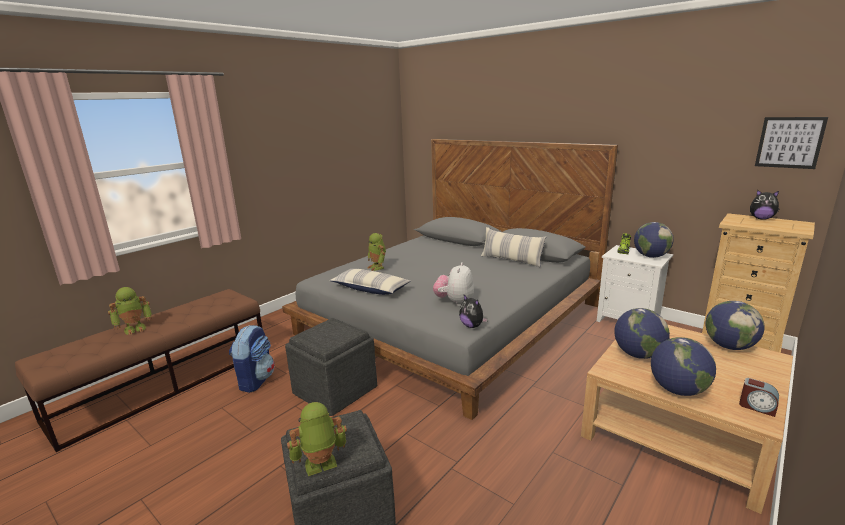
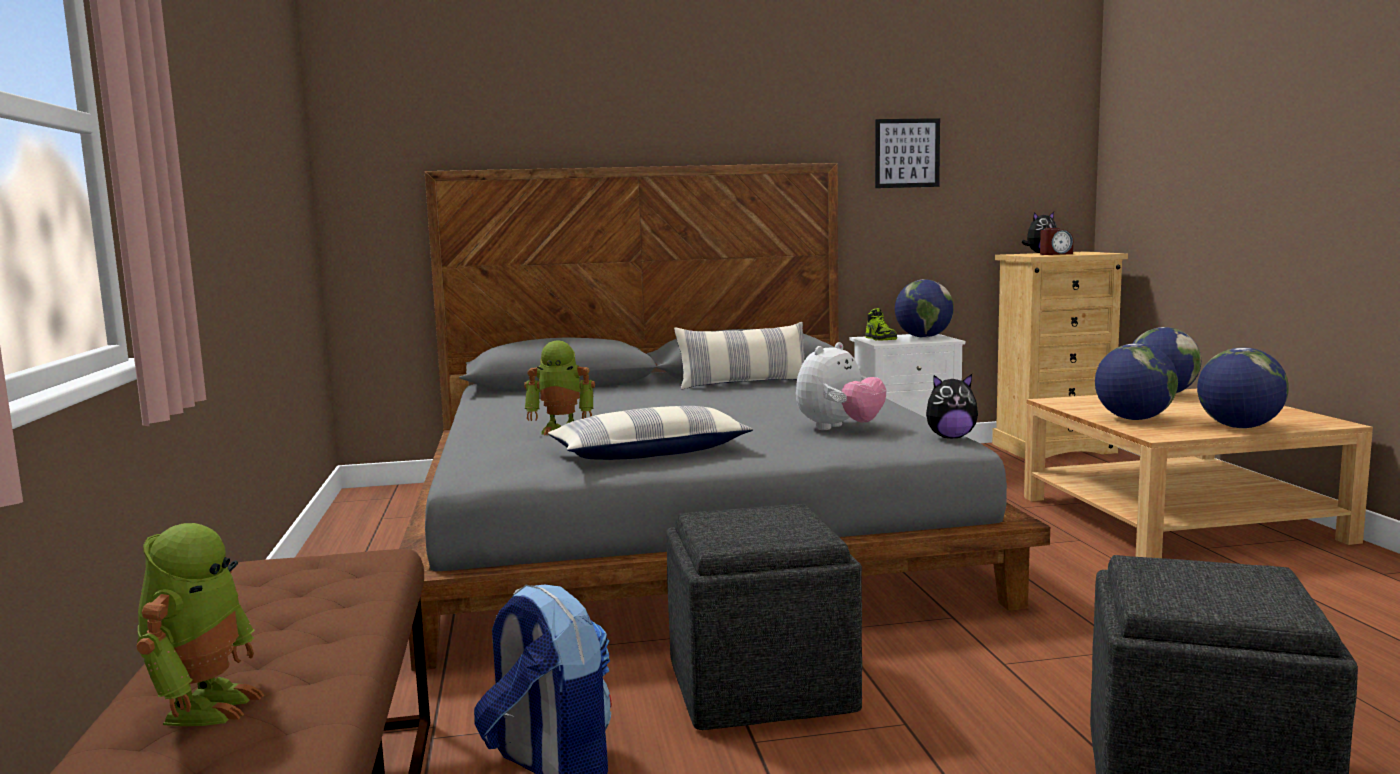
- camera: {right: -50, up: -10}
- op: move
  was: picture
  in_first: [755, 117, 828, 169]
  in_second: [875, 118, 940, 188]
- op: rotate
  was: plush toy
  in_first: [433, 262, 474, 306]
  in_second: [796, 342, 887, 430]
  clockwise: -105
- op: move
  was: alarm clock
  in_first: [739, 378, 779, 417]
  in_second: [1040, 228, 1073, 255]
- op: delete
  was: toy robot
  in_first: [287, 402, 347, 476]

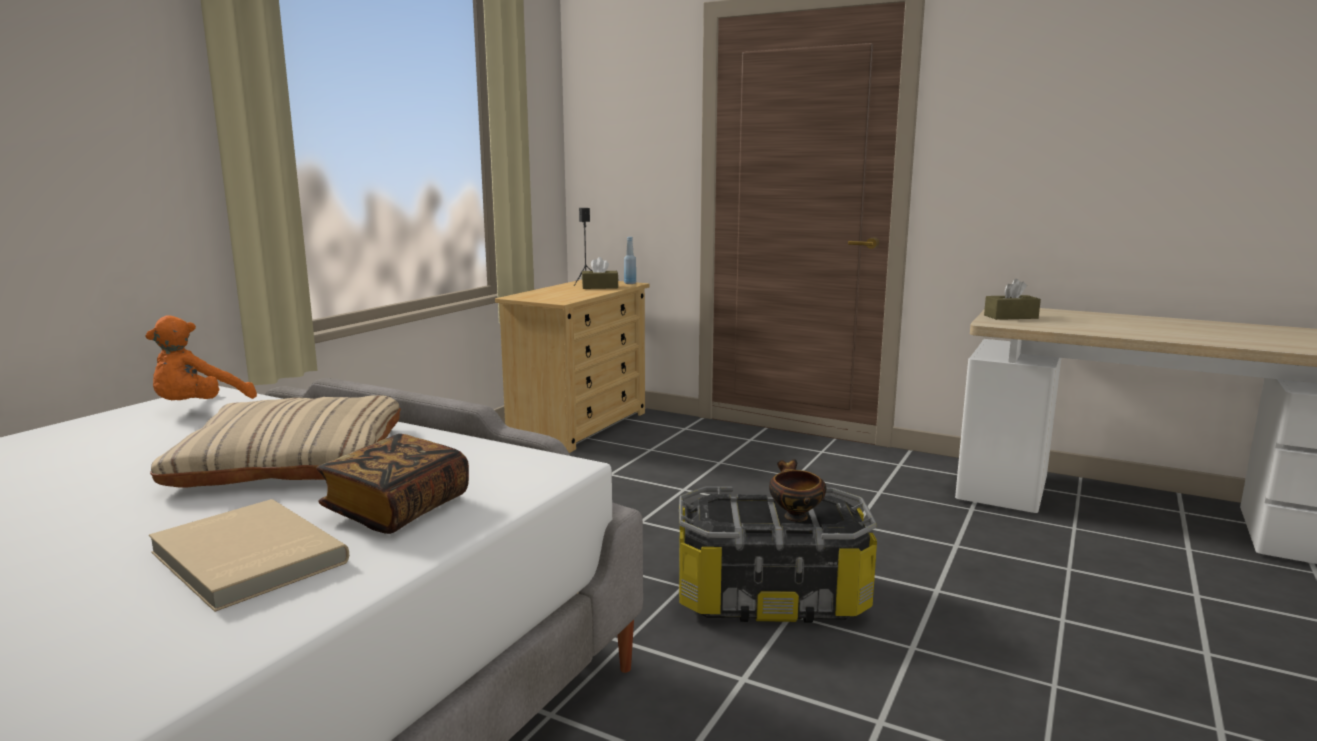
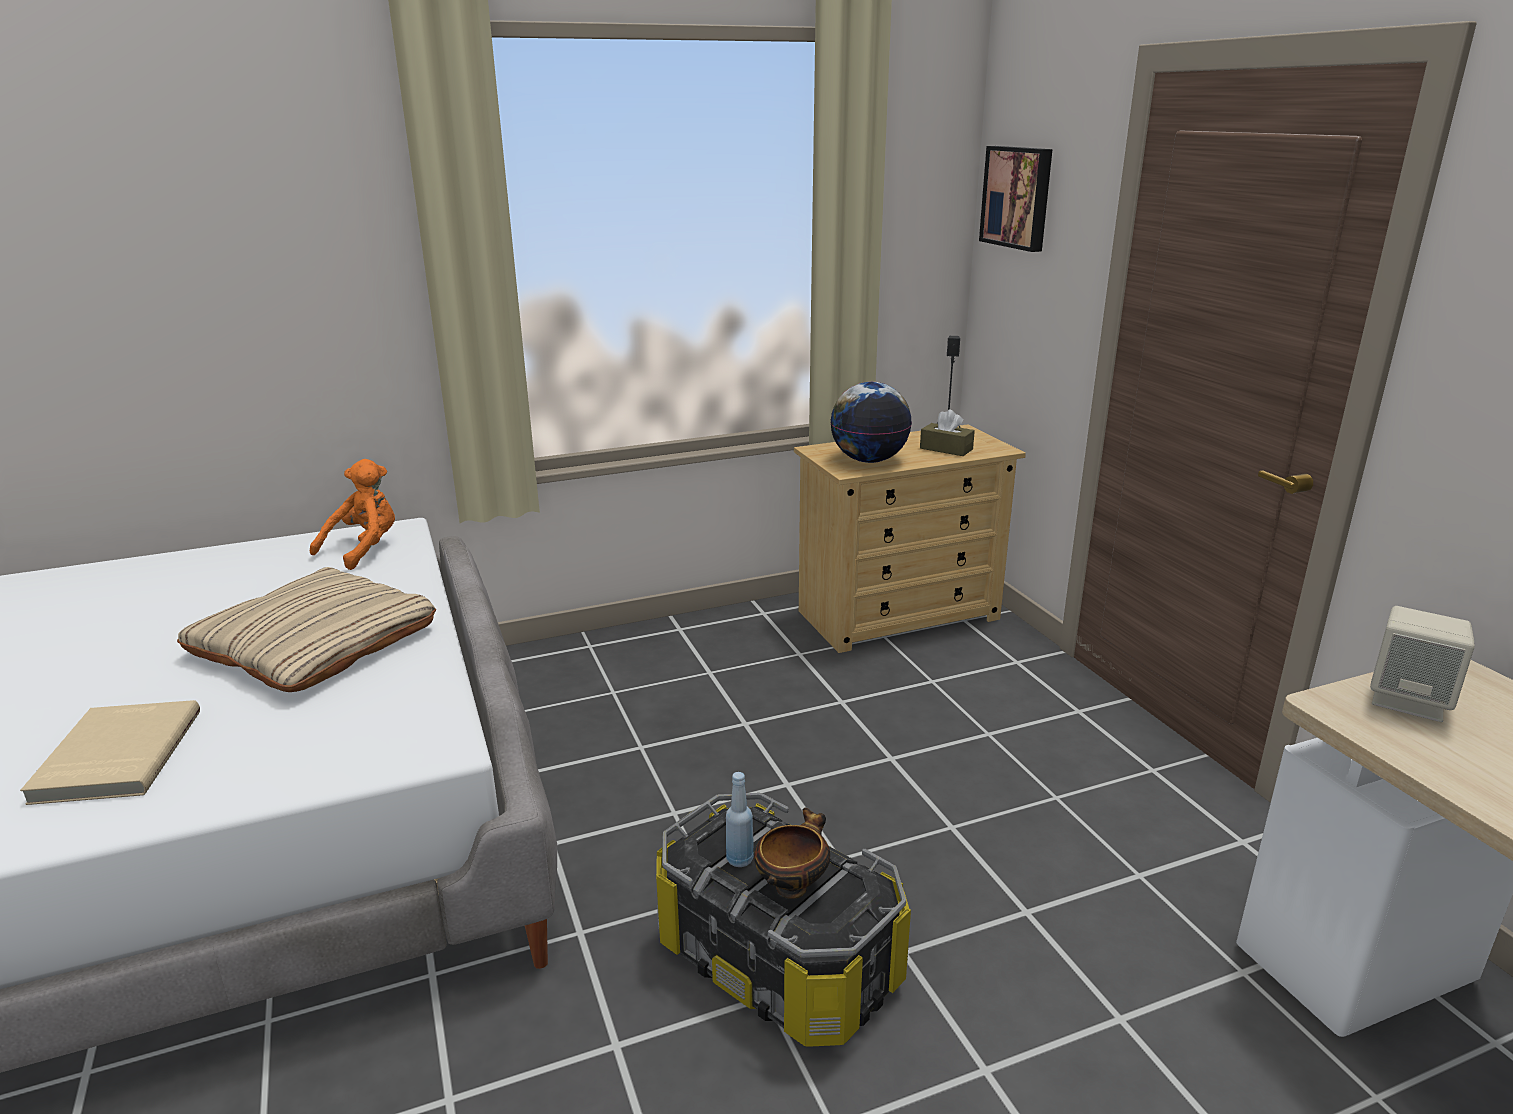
- camera: {right: 40, up: 10}
- op: move
  was: blue bottle
  in_first: [624, 237, 636, 284]
  in_second: [726, 772, 754, 867]
- op: replace
  was: brown tissue box
  now: beige speaker
  in_first: [984, 279, 1041, 320]
  in_second: [1370, 606, 1474, 722]
- op: rotate
  was: orange plush toy
  in_first: [145, 315, 257, 400]
  in_second: [310, 459, 395, 570]
  clockwise: 150
- op: delete
  was: book
  in_first: [316, 434, 469, 534]
- op: insert
  now: picture
  in_second: [979, 146, 1053, 252]
- op: insert
  now: globe
  in_second: [830, 382, 912, 463]

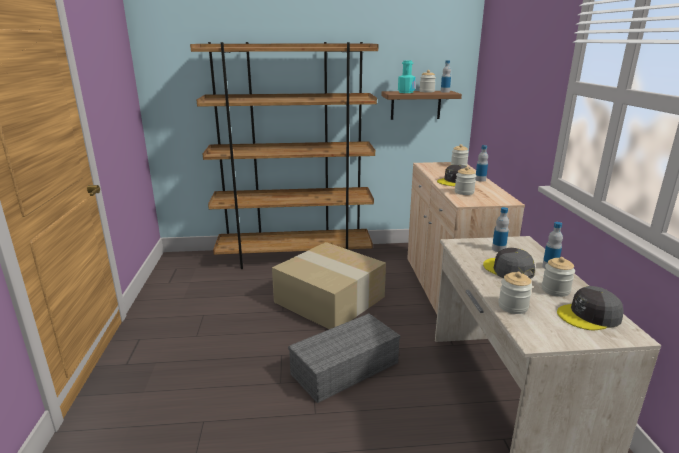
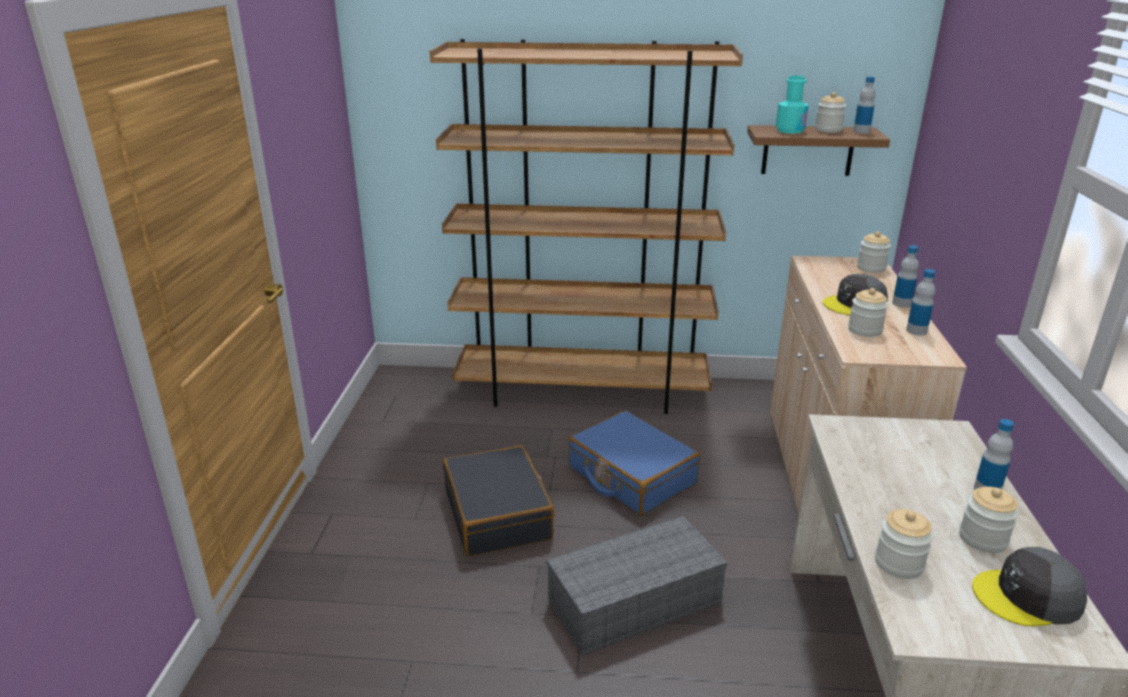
- camera: {right: 10, up: 5}
- op: move
  was: bottle
  in_first: [492, 207, 509, 252]
  in_second: [906, 269, 935, 335]
- op: replace
  was: cardboard box
  now: blue suitcase
  in_first: [272, 242, 386, 329]
  in_second: [568, 410, 700, 516]
- op: delete
  was: grey cap
  in_first: [483, 248, 535, 279]
- op: insert
  now: black suitcase
  in_second: [443, 445, 554, 556]

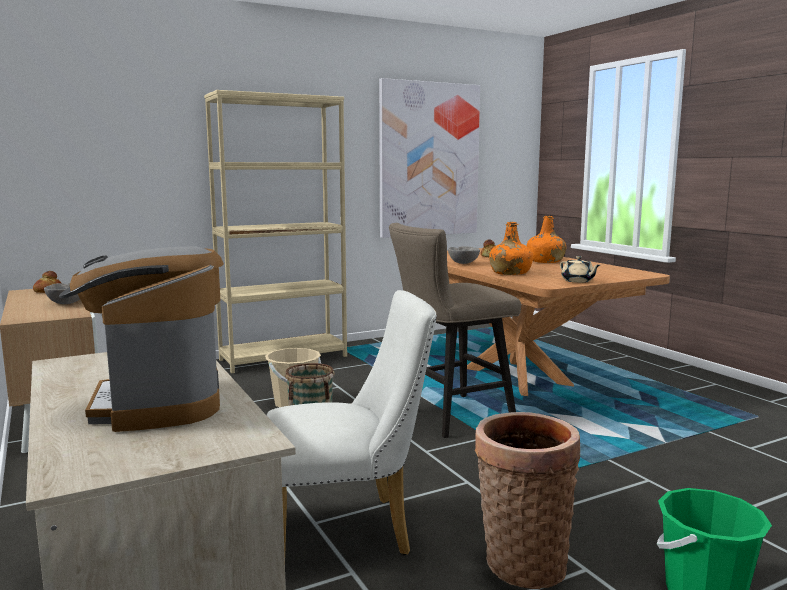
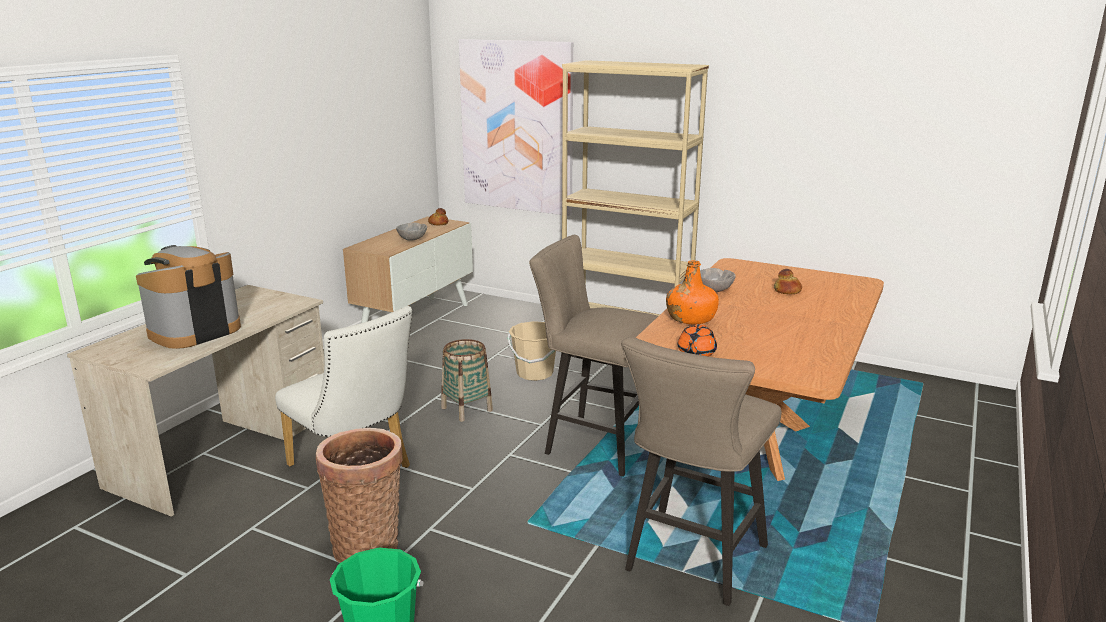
- camera: {right: 55, up: 10}
- op: move
  was: picture
  in_first: [379, 78, 480, 238]
  in_second: [459, 39, 573, 216]
- op: delete
  was: orange bottle
  in_first: [527, 216, 566, 263]
- op: recolor
  was: beige teapot
  now: orange teapot
  in_first: [560, 256, 600, 283]
  in_second: [678, 324, 717, 357]
- op: insert
  now: beige stool
  in_second: [621, 337, 781, 606]

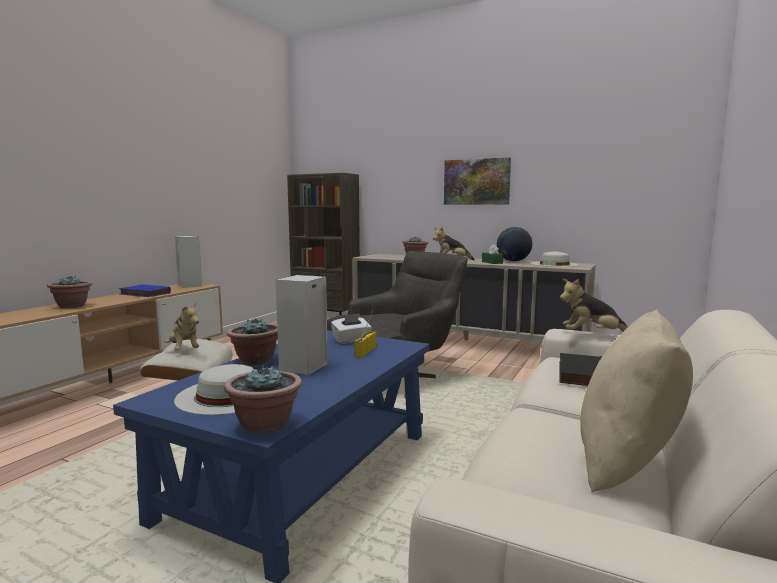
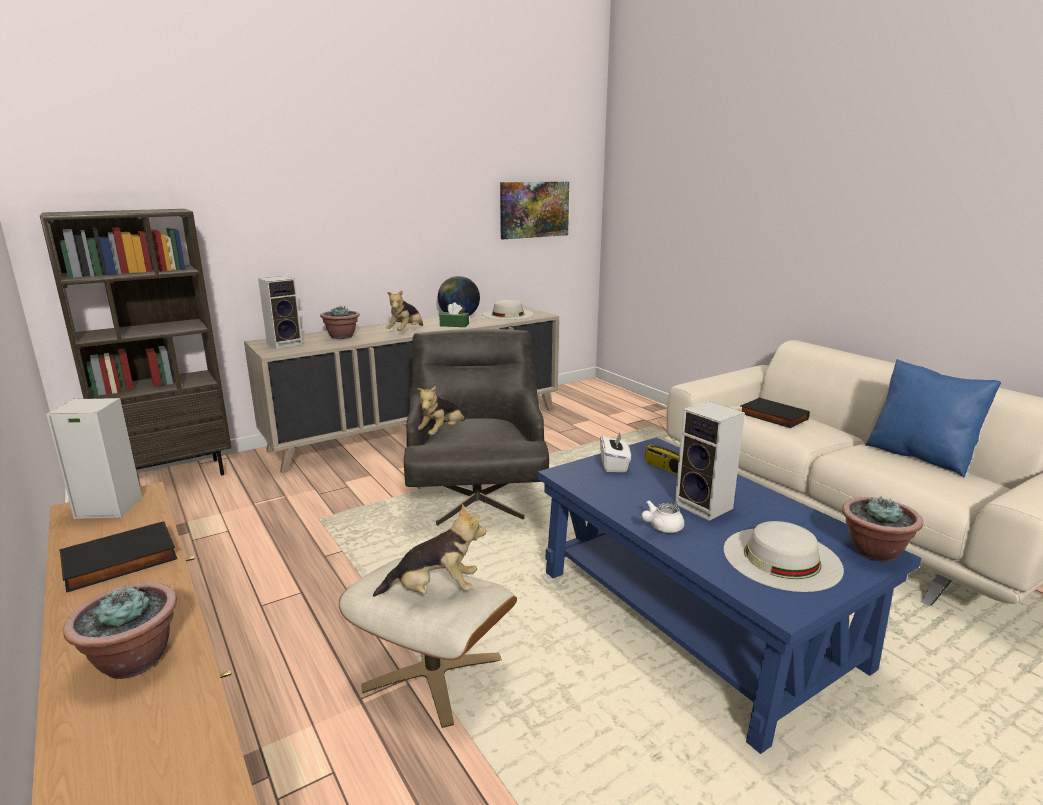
- camera: {right: -60, up: 10}
- op: move
  was: picture
  in_first: [444, 157, 511, 205]
  in_second: [500, 182, 569, 239]
- op: move
  was: plush toy
  in_first: [560, 279, 628, 332]
  in_second: [417, 386, 465, 435]
- op: recolor
  was: blue book
  now: black book
  in_first: [119, 284, 171, 297]
  in_second: [59, 521, 177, 593]
- op: recolor
  was: beige pillow
  now: blue pillow
  in_first: [580, 310, 693, 492]
  in_second: [865, 359, 1001, 478]
- op: replace
  was: potted plant
  now: white teapot
  in_first: [227, 317, 278, 365]
  in_second: [642, 500, 684, 533]
- op: insert
  now: speaker
  in_second: [258, 276, 302, 349]

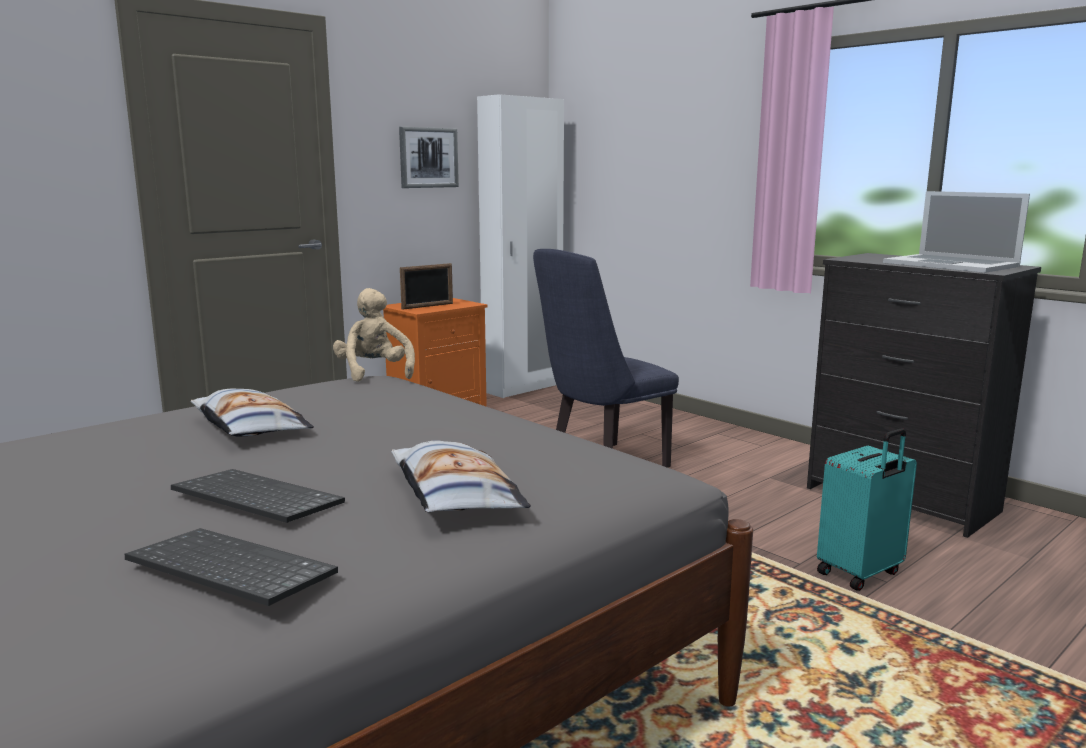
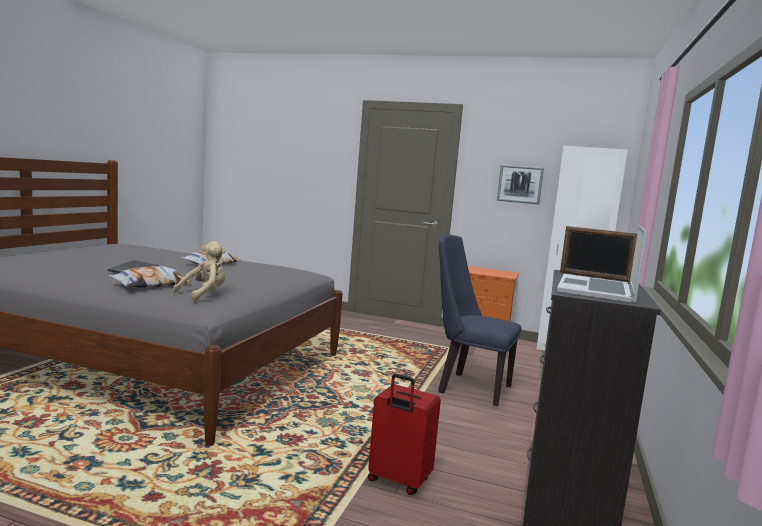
- camera: {right: 60, up: -5}
- op: move
  was: picture frame
  in_first: [400, 263, 453, 310]
  in_second: [560, 226, 637, 282]
- op: move
  was: beige plush toy
  in_first: [333, 288, 415, 382]
  in_second: [173, 241, 226, 301]
- op: recolor
  was: turquoise suitcase
  now: red suitcase
  in_first: [817, 428, 917, 591]
  in_second: [368, 374, 441, 495]
- op: delete
  was: keyboard
  in_first: [125, 528, 338, 606]

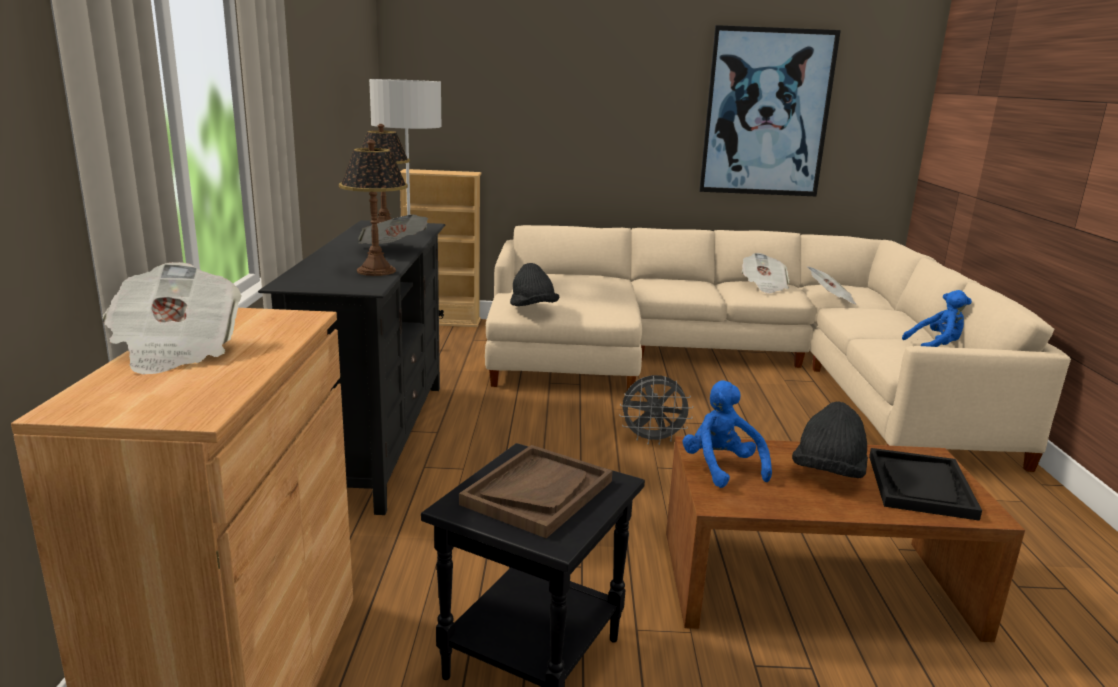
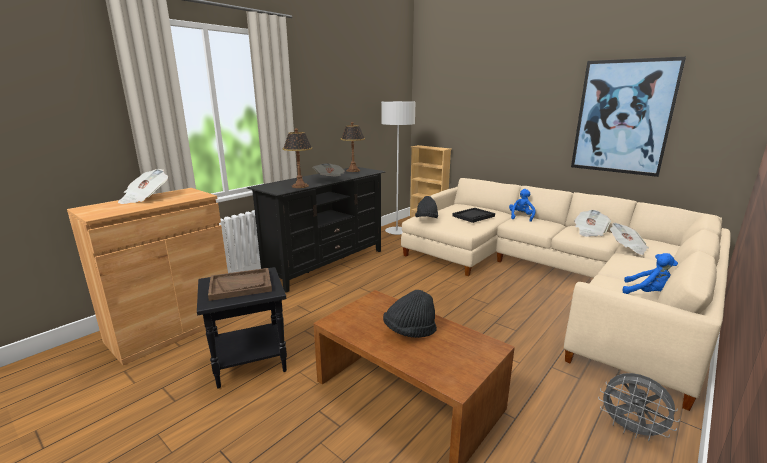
- camera: {right: 40, up: 0}
- op: move
  was: grey fan
  in_first: [619, 375, 694, 445]
  in_second: [598, 373, 680, 441]
- op: move
  was: blue plush toy
  in_first: [682, 380, 772, 488]
  in_second: [509, 189, 536, 222]
- op: move
  was: black tray
  in_first: [869, 448, 982, 521]
  in_second: [452, 208, 495, 223]

